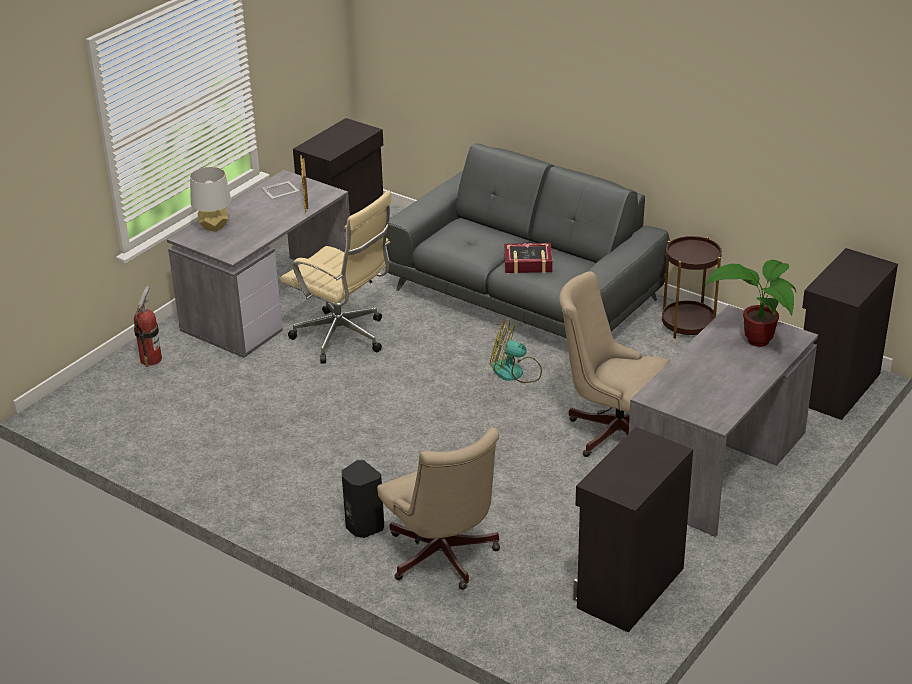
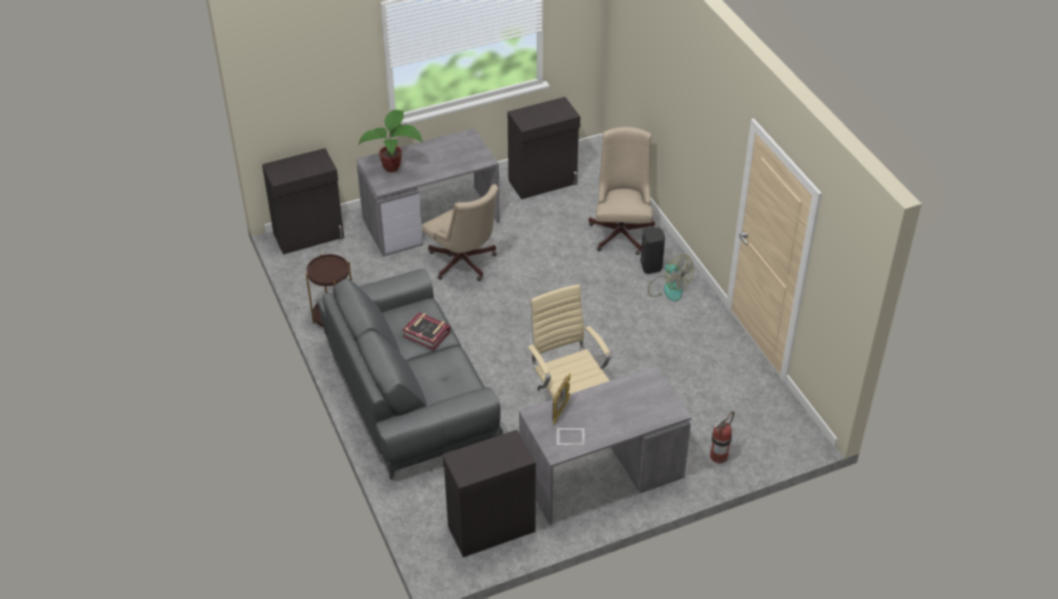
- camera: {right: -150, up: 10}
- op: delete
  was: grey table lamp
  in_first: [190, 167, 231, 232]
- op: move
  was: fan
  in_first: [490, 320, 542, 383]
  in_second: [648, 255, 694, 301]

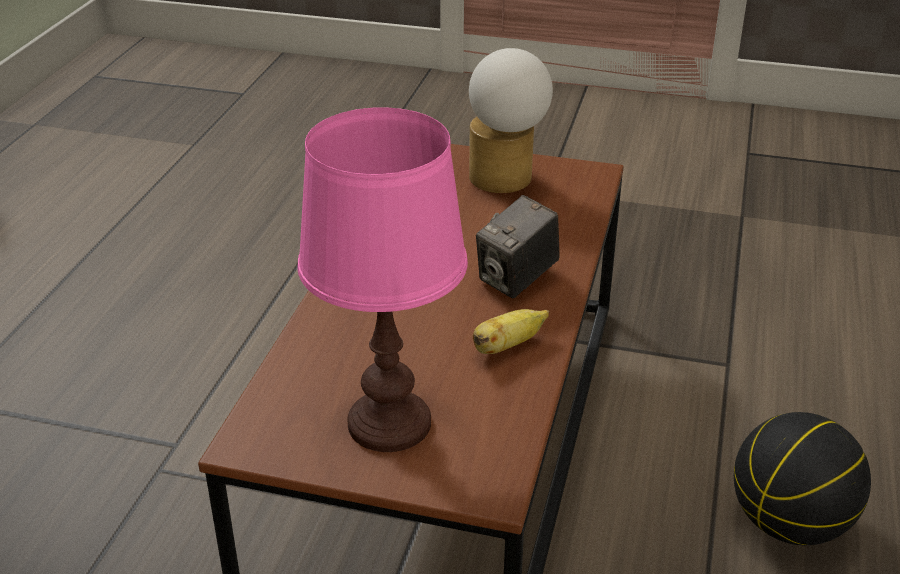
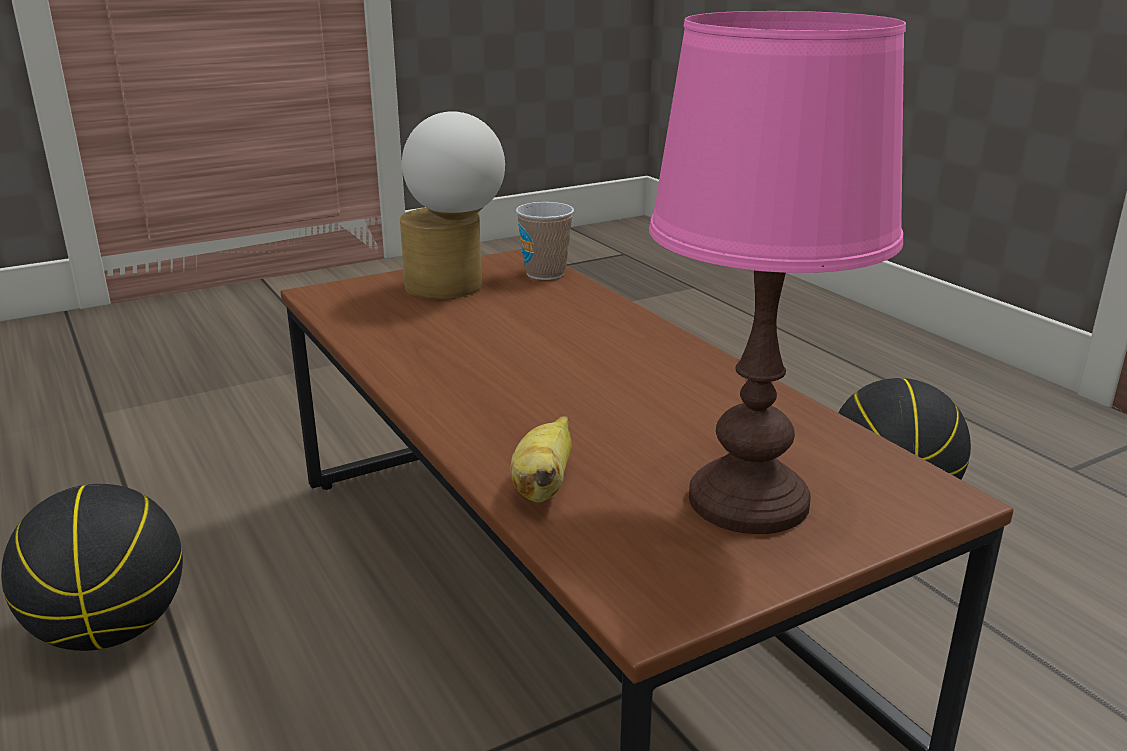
- camera: {right: -45, up: -10}
- op: delete
  was: photo camera
  in_first: [476, 195, 560, 298]
- op: move
  was: banana
  in_first: [473, 309, 549, 354]
  in_second: [511, 416, 572, 503]
- op: insert
  now: cup
  in_second: [516, 202, 574, 280]
- op: insert
  now: basketball
  in_second: [1, 484, 183, 651]

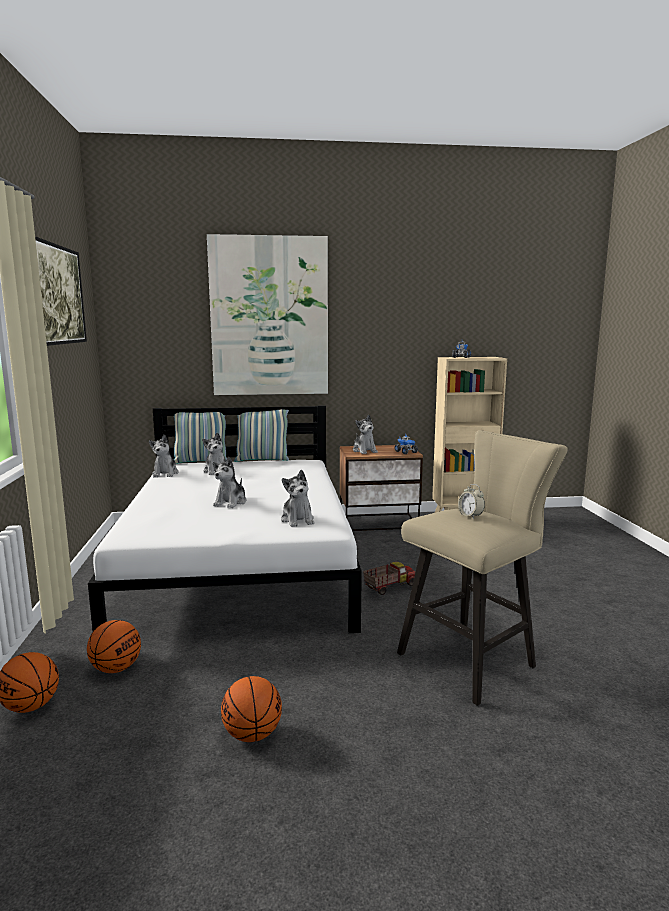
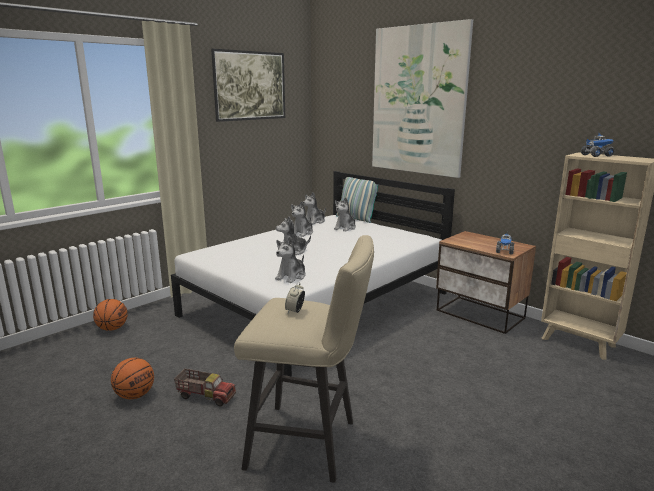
- camera: {right: 50, up: 5}
- op: delete
  was: pillow
  in_first: [234, 409, 289, 462]
- op: move
  was: plush toy
  in_first: [353, 415, 378, 454]
  in_second: [291, 201, 313, 237]
- op: move
  was: toy truck
  in_first: [363, 562, 415, 595]
  in_second: [174, 369, 236, 407]
- op: delete
  was: basketball
  in_first: [87, 620, 141, 673]

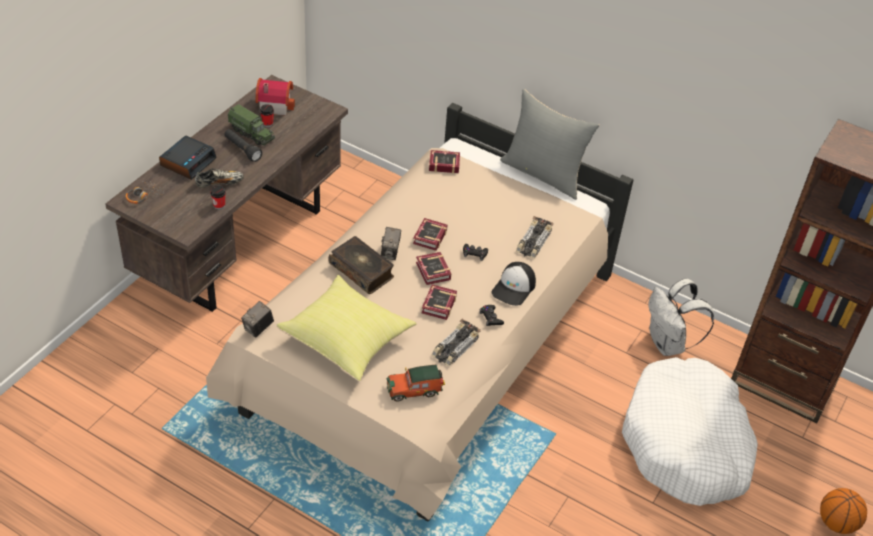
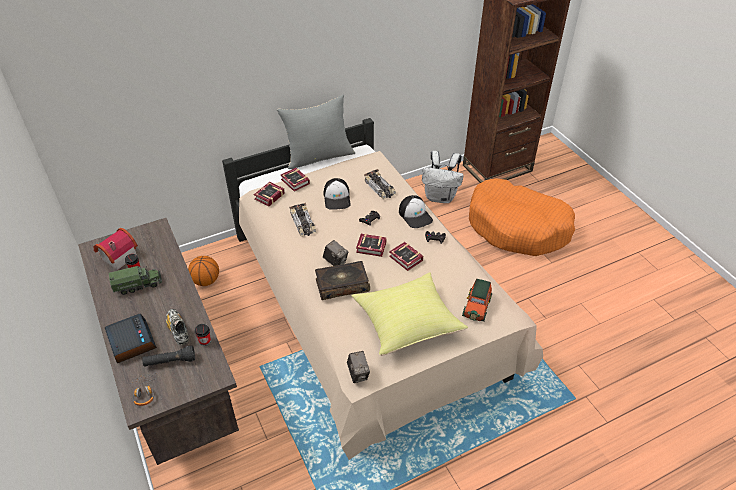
- camera: {right: -55, up: 0}
- op: move
  was: black flashlight
  in_first: [224, 129, 262, 162]
  in_second: [142, 345, 195, 367]
- op: rotate
  was: shoe
  in_first: [195, 168, 244, 188]
  in_second: [166, 309, 189, 345]
  clockwise: -45
- op: move
  was: book
  in_first: [413, 218, 448, 251]
  in_second: [281, 168, 310, 192]
- op: move
  was: toy car
  in_first: [431, 319, 481, 366]
  in_second: [289, 203, 317, 237]
- op: recolor
  was: white dog bed
  now: orange dog bed
  in_first: [622, 357, 758, 506]
  in_second: [469, 178, 575, 256]
- op: move
  was: basketball
  in_first: [820, 488, 867, 534]
  in_second: [188, 256, 219, 286]
- op: insert
  now: cap
  in_second: [324, 178, 350, 210]

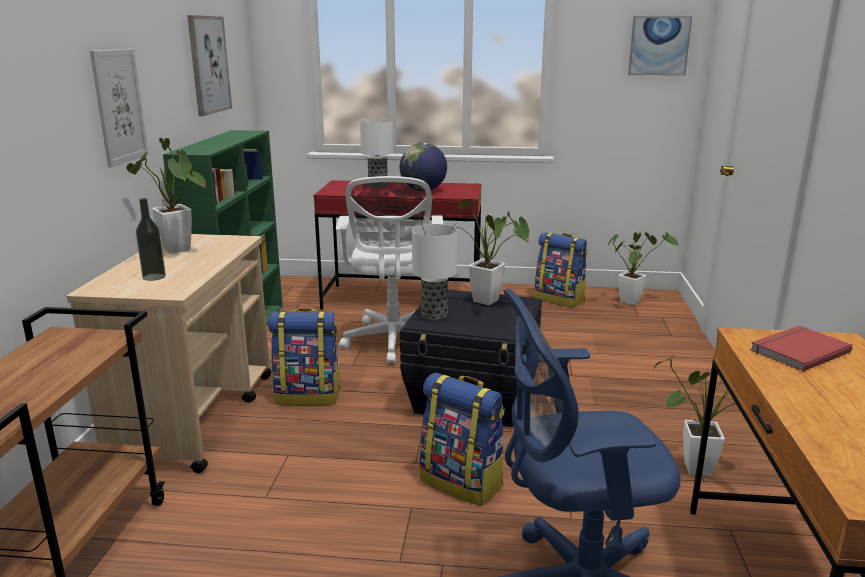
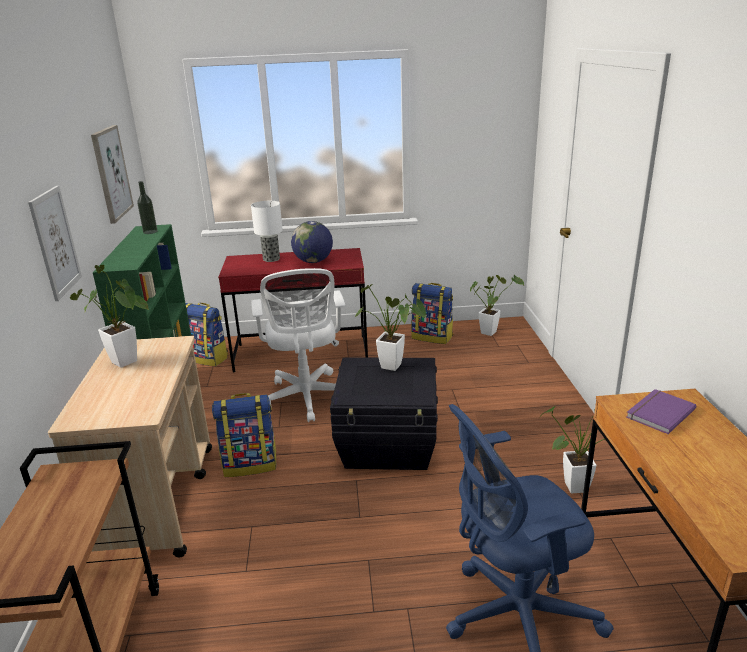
- camera: {right: -10, up: 5}
- op: delete
  was: picture
  in_first: [628, 16, 692, 76]
- op: move
  was: bottle
  in_first: [136, 198, 166, 281]
  in_second: [137, 181, 158, 234]
- op: delete
  was: table lamp
  in_first: [412, 224, 457, 320]
- op: recolor
  was: red book
  now: purple book
  in_first: [750, 326, 853, 371]
  in_second: [626, 389, 696, 434]
- op: move
  was: backpack
  in_first: [420, 373, 505, 506]
  in_second: [186, 303, 228, 366]

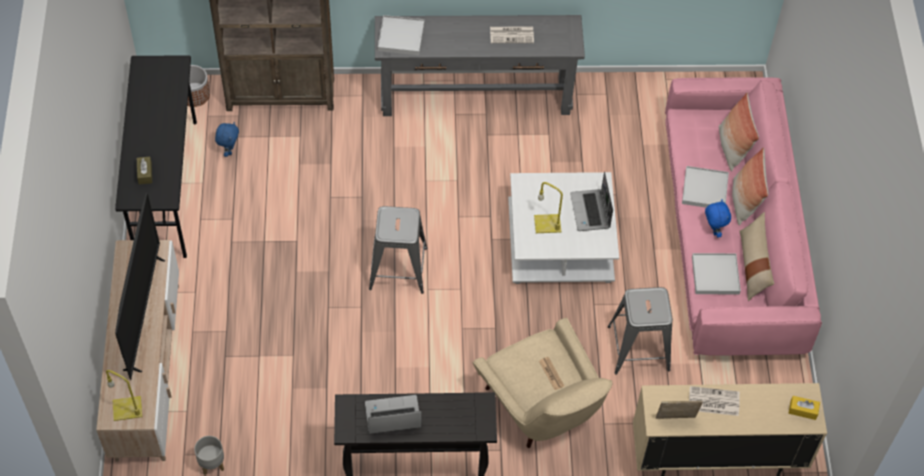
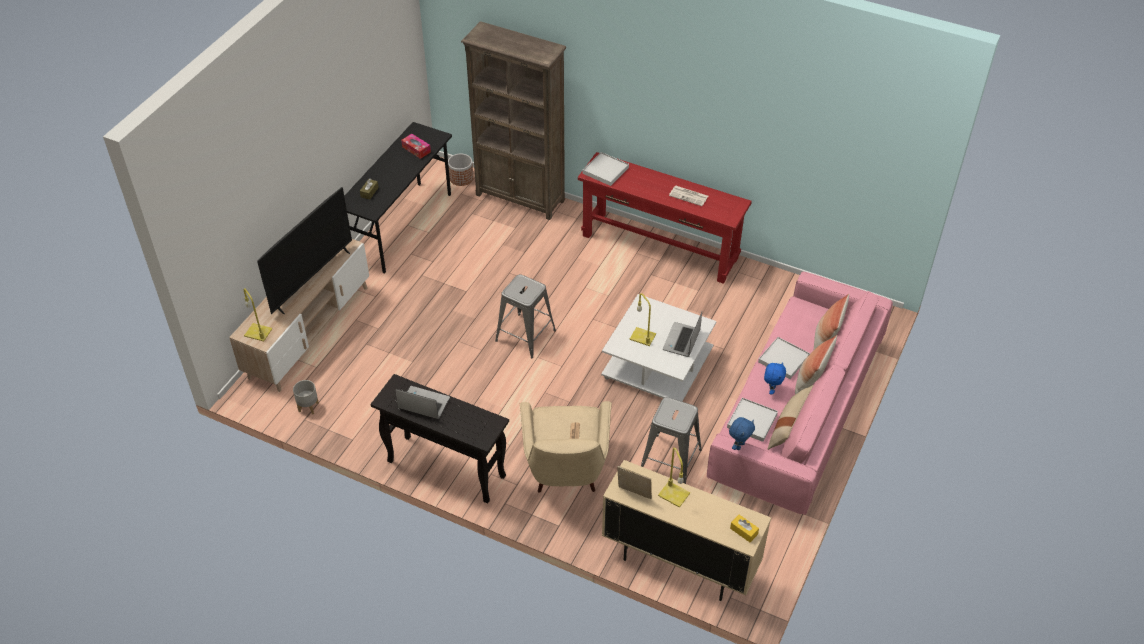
- camera: {right: 30, up: -10}
- op: recolor
  was: grey console table
  now: red console table
  in_first: [375, 15, 585, 116]
  in_second: [578, 152, 752, 284]
- op: move
  was: blue plush toy
  in_first: [215, 122, 239, 157]
  in_second: [729, 417, 755, 450]
- op: replace
  was: newspaper
  now: yellow table lamp
  in_first: [689, 386, 740, 416]
  in_second: [658, 447, 690, 508]
- op: insert
  now: tissue box
  in_second: [401, 134, 431, 159]

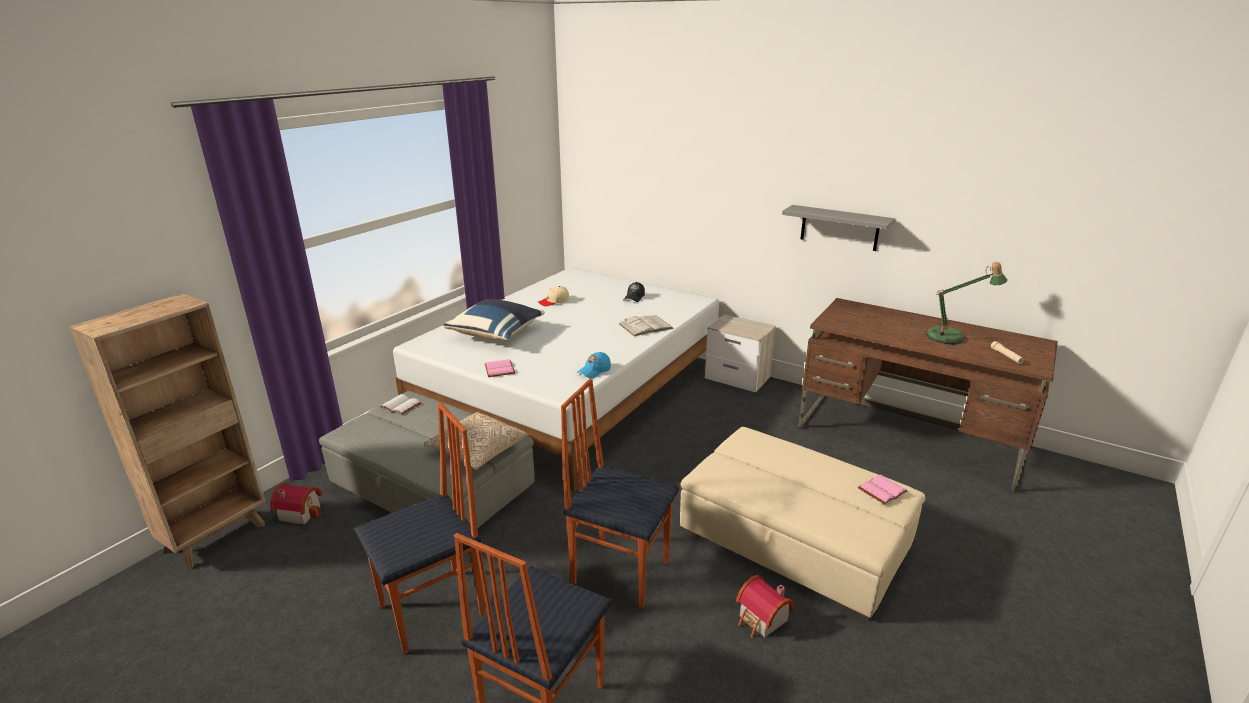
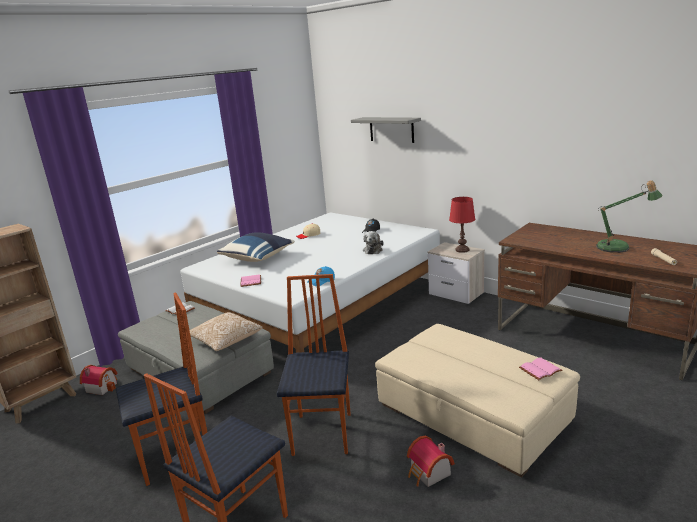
- camera: {right: 10, up: -5}
- op: move
  was: grey shelf
  in_first: [782, 205, 895, 251]
  in_second: [351, 117, 421, 143]
- op: replace
  was: white book
  now: plush toy
  in_first: [619, 315, 674, 336]
  in_second: [363, 231, 384, 254]
- op: rotate
  was: chair
  in_first: [561, 379, 679, 608]
  in_second: [277, 274, 351, 456]
  clockwise: 60
- op: insert
  now: red table lamp
  in_second: [449, 197, 476, 253]

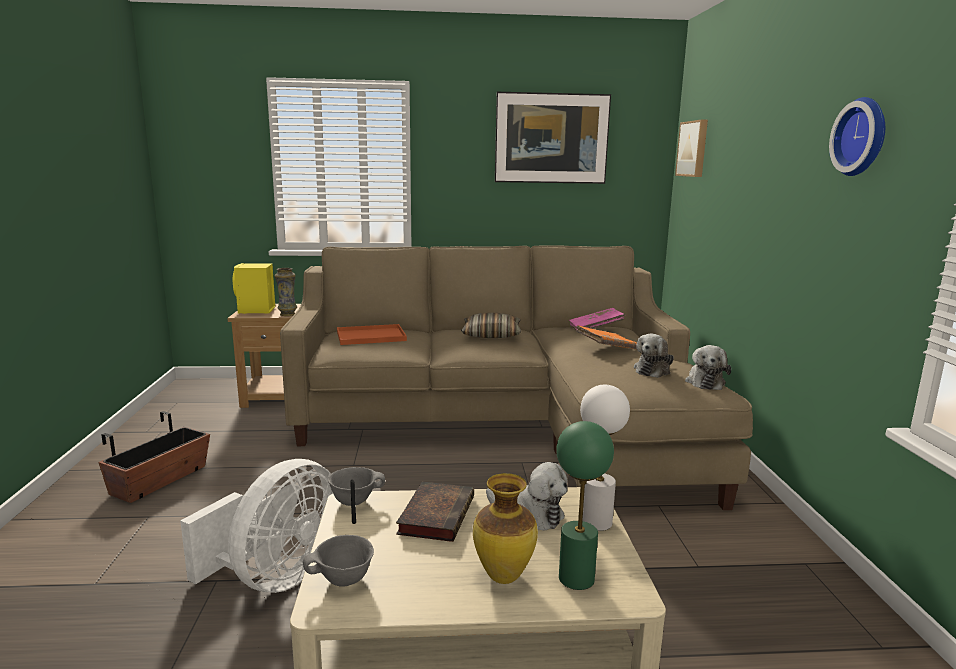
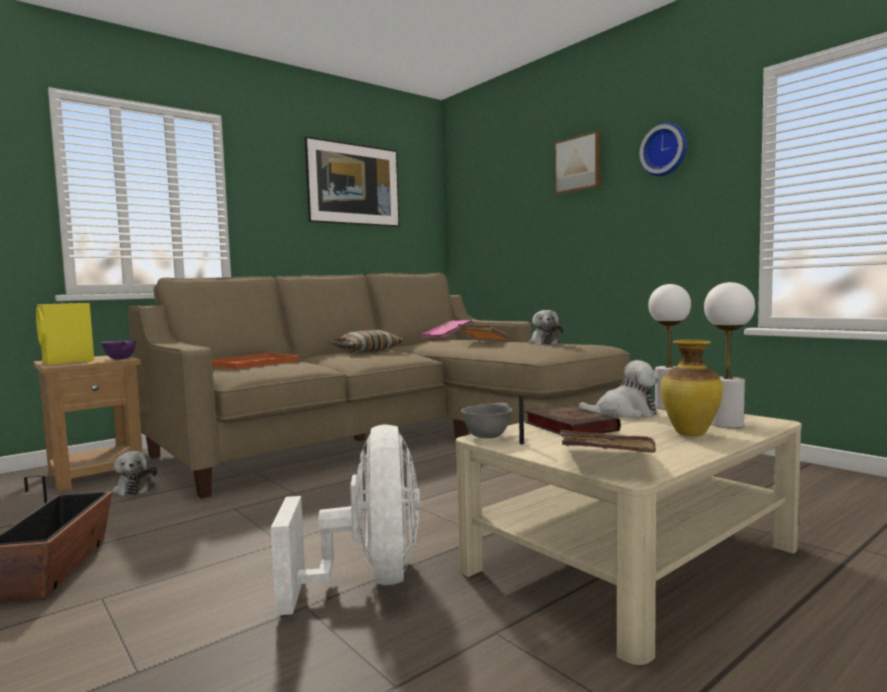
- camera: {right: -35, up: -10}
- op: move
  was: picture
  in_first: [675, 120, 708, 177]
  in_second: [554, 131, 601, 194]
- op: replace
  was: vase
  now: purple bowl
  in_first: [275, 268, 297, 316]
  in_second: [101, 341, 136, 360]
- op: move
  was: plush toy
  in_first: [685, 345, 731, 390]
  in_second: [112, 451, 157, 496]
- op: recolor
  was: green table lamp
  now: white table lamp
  in_first: [556, 421, 614, 590]
  in_second: [704, 282, 755, 428]
- op: replace
  was: grey bowl
  now: pink book
  in_first: [303, 535, 374, 587]
  in_second: [560, 430, 656, 453]

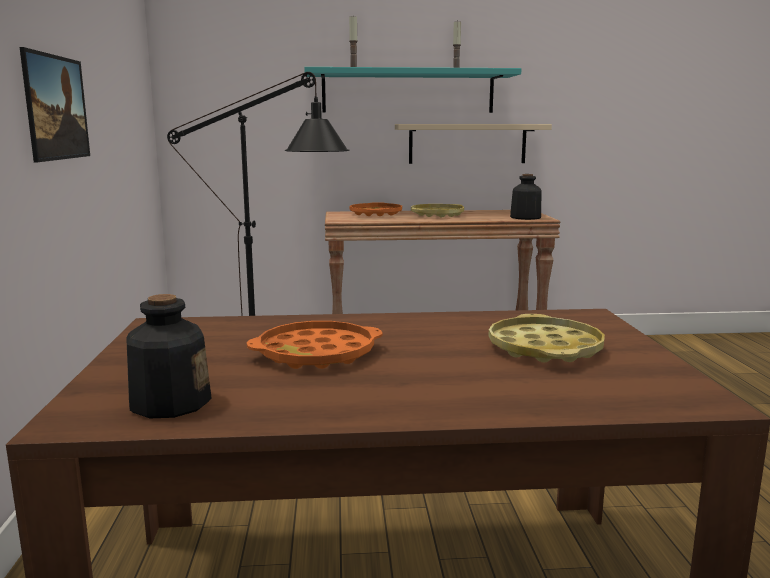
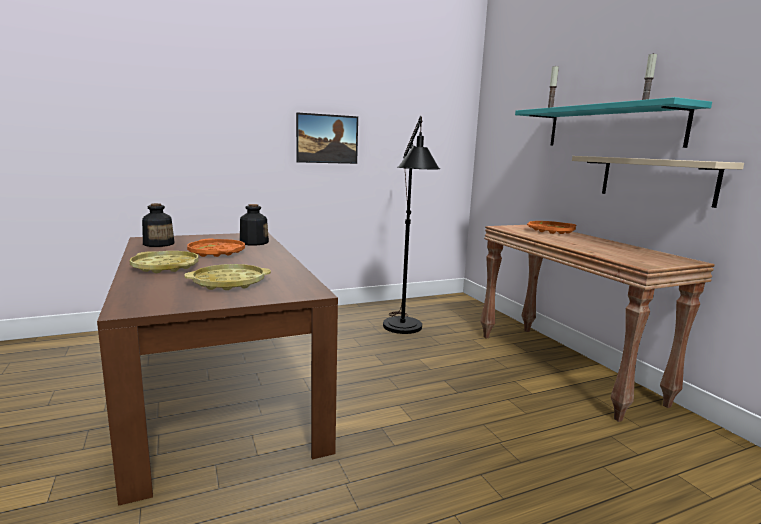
- camera: {right: 70, up: 0}
- op: move
  was: bottle
  in_first: [510, 174, 541, 220]
  in_second: [240, 204, 269, 246]
- op: move
  was: yellow tray
  in_first: [411, 204, 464, 217]
  in_second: [129, 251, 198, 273]

